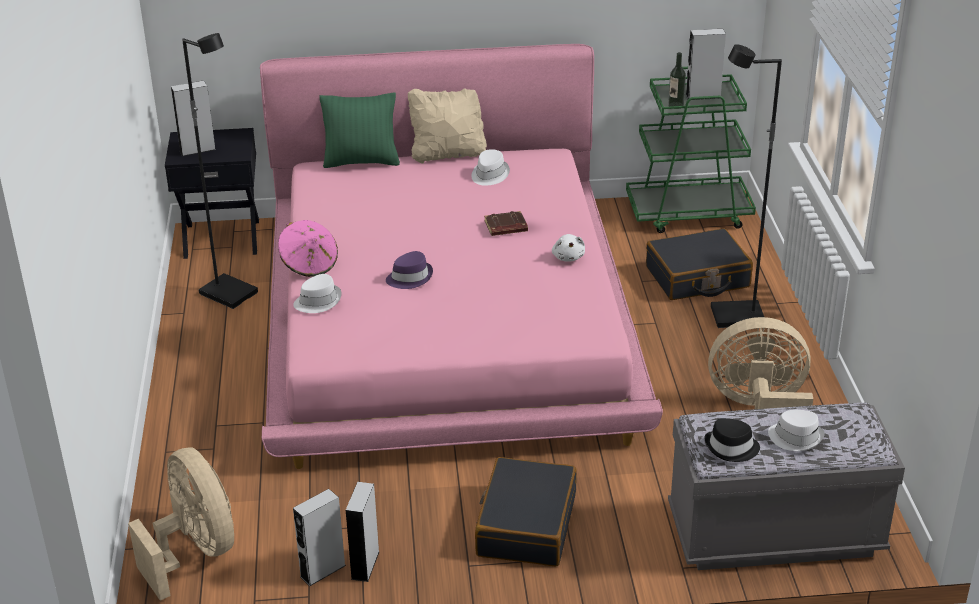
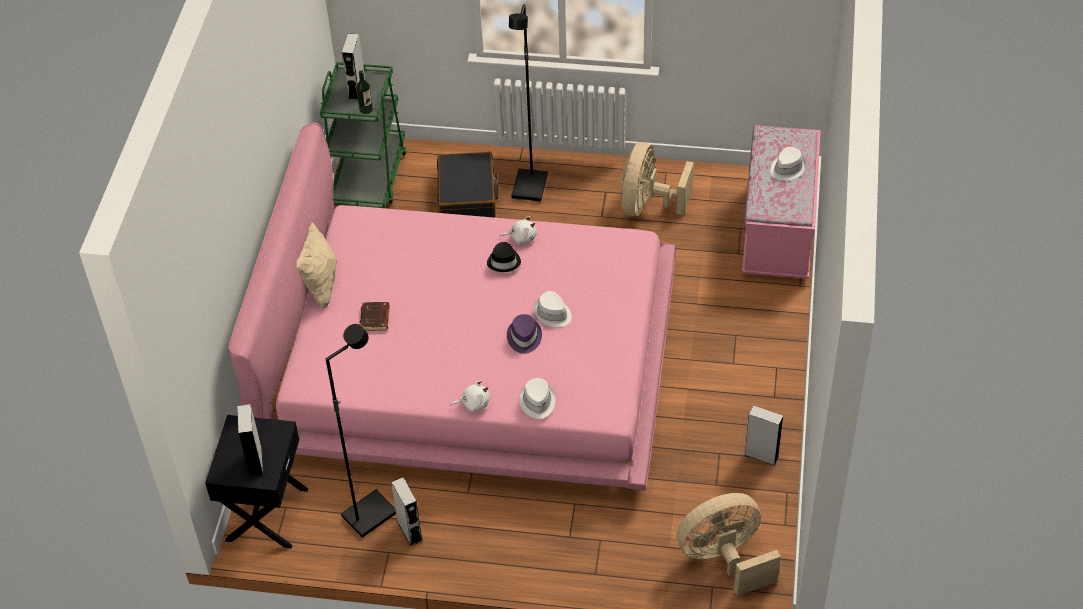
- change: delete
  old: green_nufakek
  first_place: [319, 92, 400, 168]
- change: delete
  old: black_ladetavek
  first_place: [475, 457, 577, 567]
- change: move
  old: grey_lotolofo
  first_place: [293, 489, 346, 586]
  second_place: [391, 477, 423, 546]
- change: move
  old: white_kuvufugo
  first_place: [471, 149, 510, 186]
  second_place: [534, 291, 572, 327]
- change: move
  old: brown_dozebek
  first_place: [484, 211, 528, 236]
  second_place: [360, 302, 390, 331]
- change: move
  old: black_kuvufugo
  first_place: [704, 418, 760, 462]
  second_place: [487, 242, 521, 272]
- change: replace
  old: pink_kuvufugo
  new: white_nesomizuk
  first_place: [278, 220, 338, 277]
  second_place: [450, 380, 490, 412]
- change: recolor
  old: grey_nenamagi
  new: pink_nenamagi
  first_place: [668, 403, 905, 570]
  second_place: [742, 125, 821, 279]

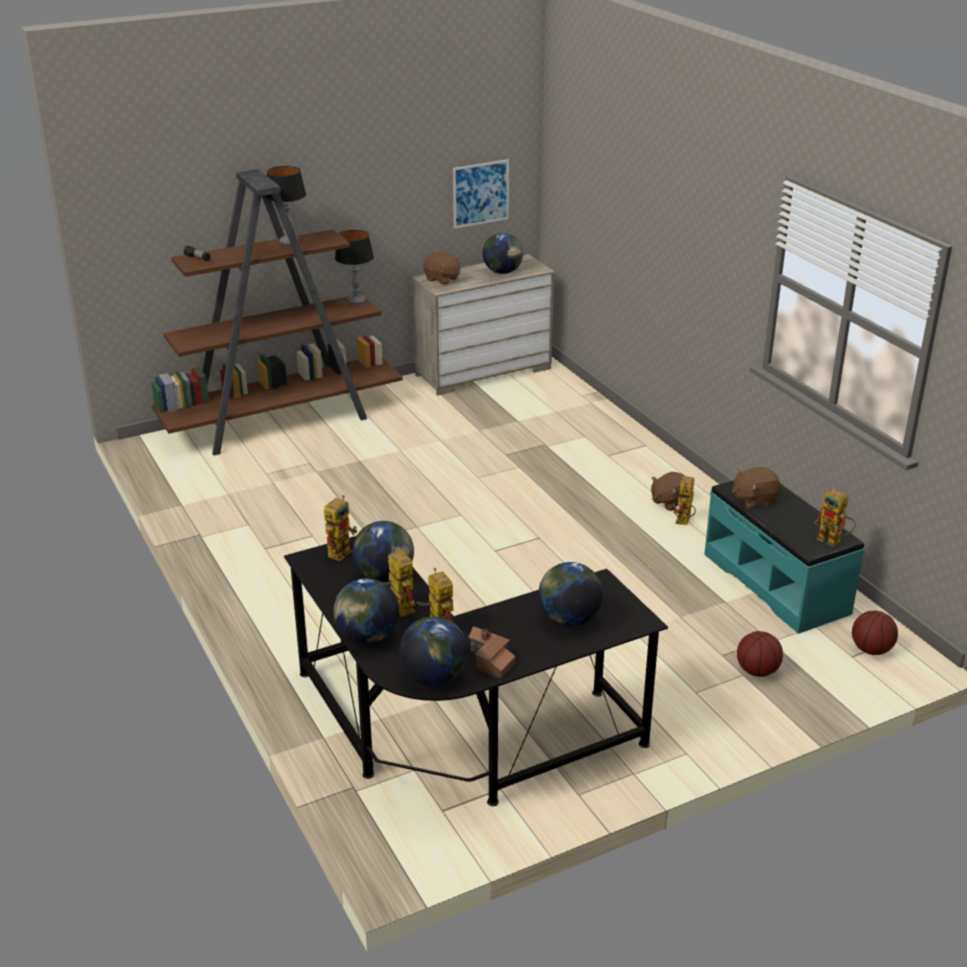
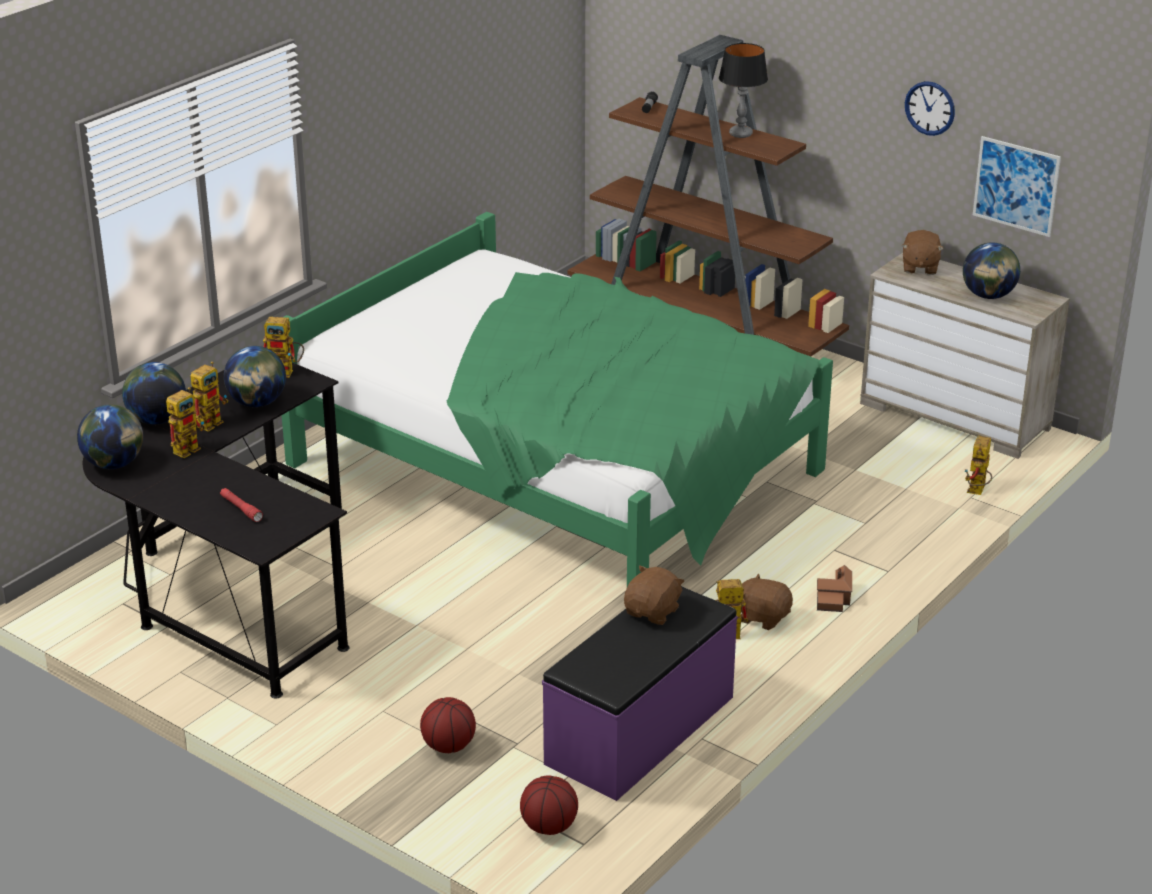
- change: delete
  old: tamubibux
  first_place: [335, 230, 374, 305]
- change: insert
  new: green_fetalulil
  second_place: [282, 212, 833, 587]
- change: insert
  new: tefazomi
  second_place: [905, 81, 955, 136]
- change: move
  old: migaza
  first_place: [469, 626, 515, 679]
  second_place: [817, 565, 852, 612]
- change: move
  old: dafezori
  first_place: [814, 488, 856, 547]
  second_place: [964, 435, 992, 495]
- change: replace
  old: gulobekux
  new: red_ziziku
  first_place: [538, 562, 603, 626]
  second_place: [220, 488, 263, 522]
- change: recolor
  old: turquoise_nenamagi
  new: purple_nenamagi
  first_place: [704, 480, 864, 634]
  second_place: [542, 586, 737, 801]
- change: rotate
  old: brown_nesomizuk
  first_place: [732, 467, 781, 509]
  second_place: [624, 566, 685, 625]
  degrees: 75

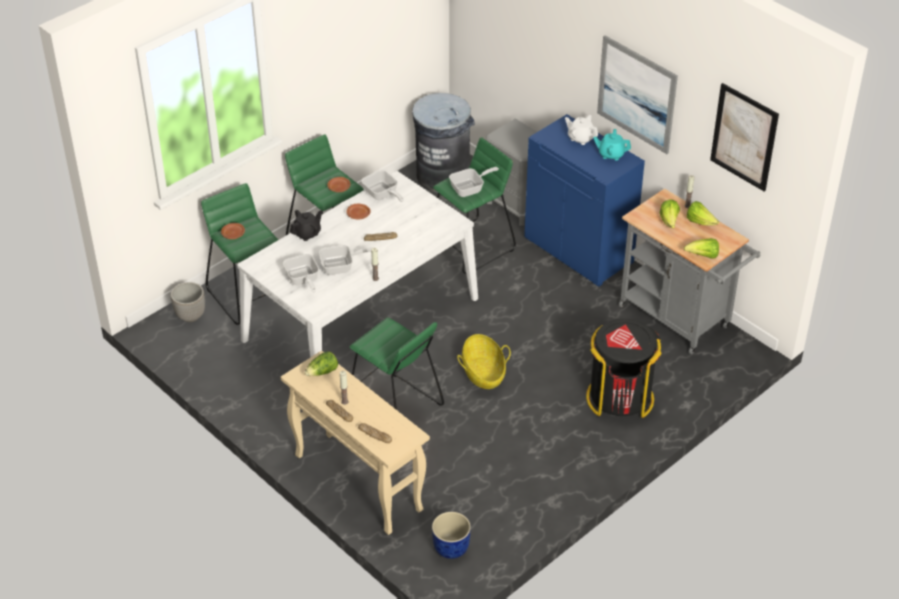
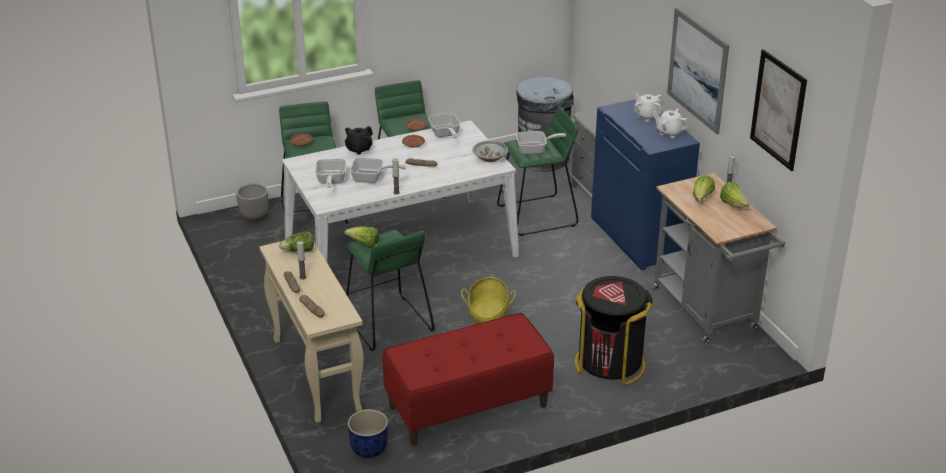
- change: insert
  new: red_nenamagi
  second_place: [382, 313, 554, 446]
- change: insert
  new: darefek
  second_place: [472, 141, 508, 162]
- change: move
  old: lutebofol
  first_place: [684, 238, 719, 259]
  second_place: [345, 226, 379, 248]
- change: recolor
  old: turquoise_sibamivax
  new: white_sibamivax
  first_place: [594, 129, 631, 160]
  second_place: [653, 109, 688, 138]
- change: rotate
  old: black_sibamivax
  first_place: [290, 210, 322, 241]
  second_place: [345, 126, 373, 155]
  degrees: 150

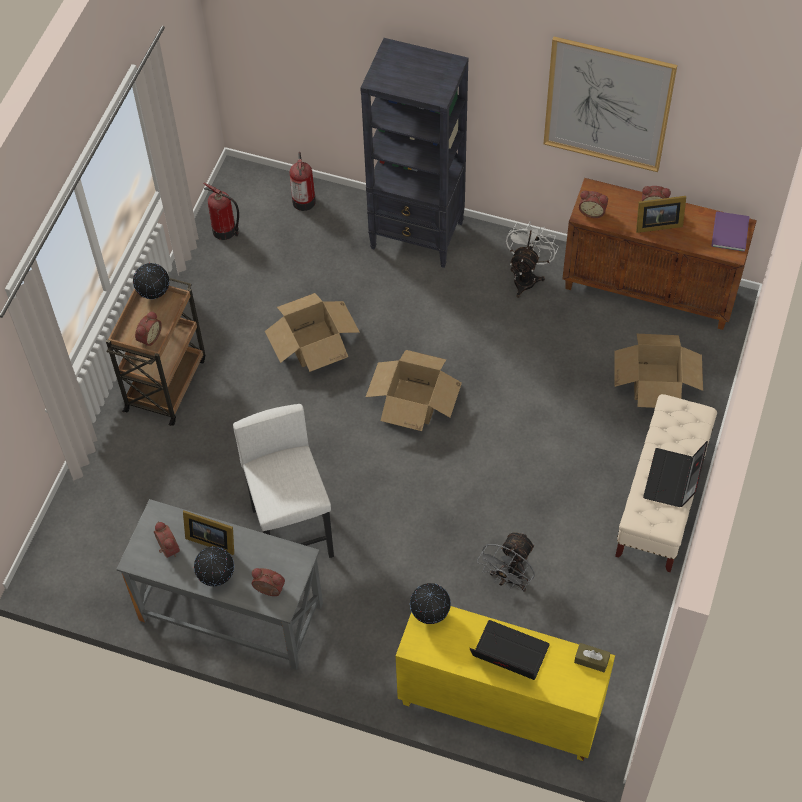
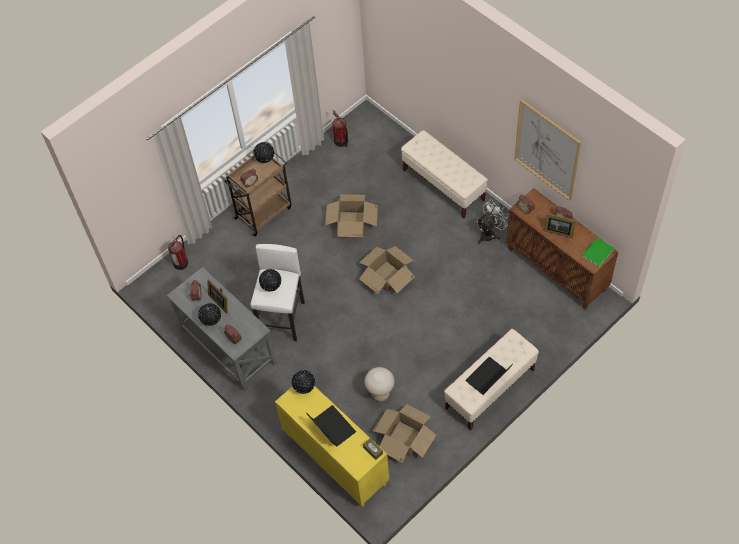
- change: insert
  new: gulobekux
  second_place: [259, 269, 281, 291]
- change: move
  old: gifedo
  first_place: [290, 152, 316, 211]
  second_place: [168, 235, 188, 270]
- change: move
  old: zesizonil
  first_place: [614, 334, 703, 408]
  second_place: [373, 404, 436, 463]
- change: replace
  old: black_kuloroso
  new: beige_nenamagi
  first_place: [360, 38, 469, 268]
  second_place: [401, 130, 488, 219]
- change: replace
  old: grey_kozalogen
  new: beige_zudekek
  first_place: [477, 532, 535, 592]
  second_place: [364, 367, 395, 402]
- change: recolor
  old: purple_dozebek
  new: green_dozebek
  first_place: [711, 211, 750, 252]
  second_place: [582, 238, 614, 267]

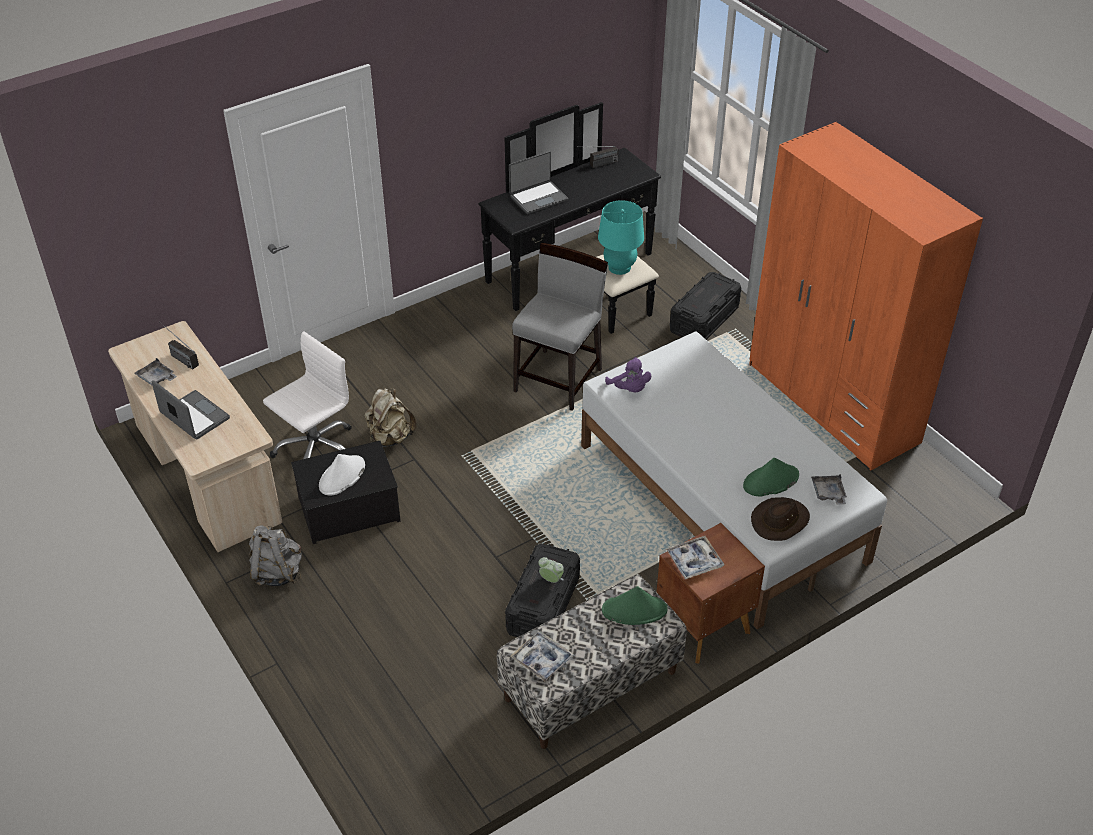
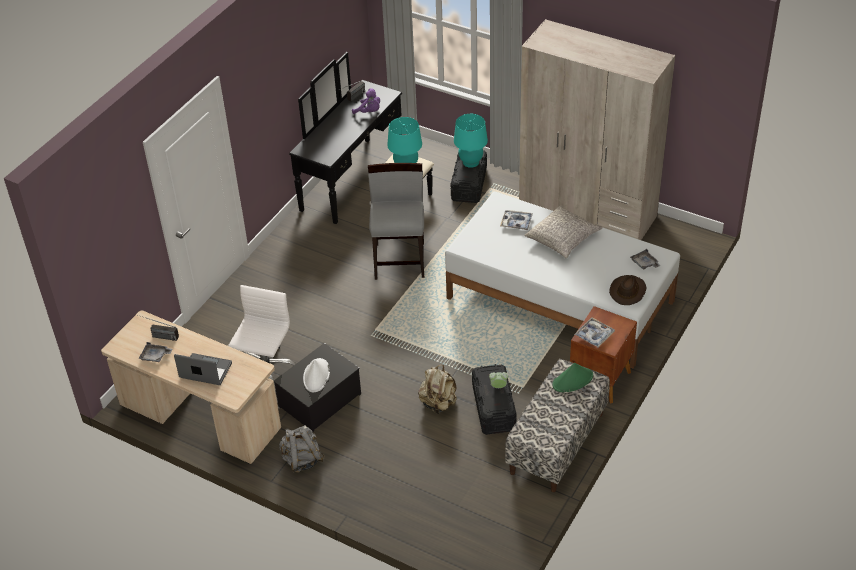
- change: delete
  old: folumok
  first_place: [509, 151, 568, 214]
- change: delete
  old: green_kuvufugo
  first_place: [743, 458, 799, 497]
- change: insert
  new: turquoise_tamubibux
  second_place: [454, 114, 488, 168]
- change: insert
  new: grey_nufakek
  second_place: [524, 205, 602, 258]
- change: move
  old: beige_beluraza
  first_place: [364, 388, 416, 447]
  second_place: [418, 365, 457, 414]
- change: move
  old: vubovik
  first_place: [510, 631, 574, 682]
  second_place: [500, 210, 533, 230]
- change: move
  old: purple_nesomizuk
  first_place: [605, 357, 651, 392]
  second_place: [352, 89, 380, 114]
- change: recolor
  old: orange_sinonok
  new: beige_sinonok
  first_place: [749, 122, 983, 471]
  second_place: [519, 19, 675, 240]

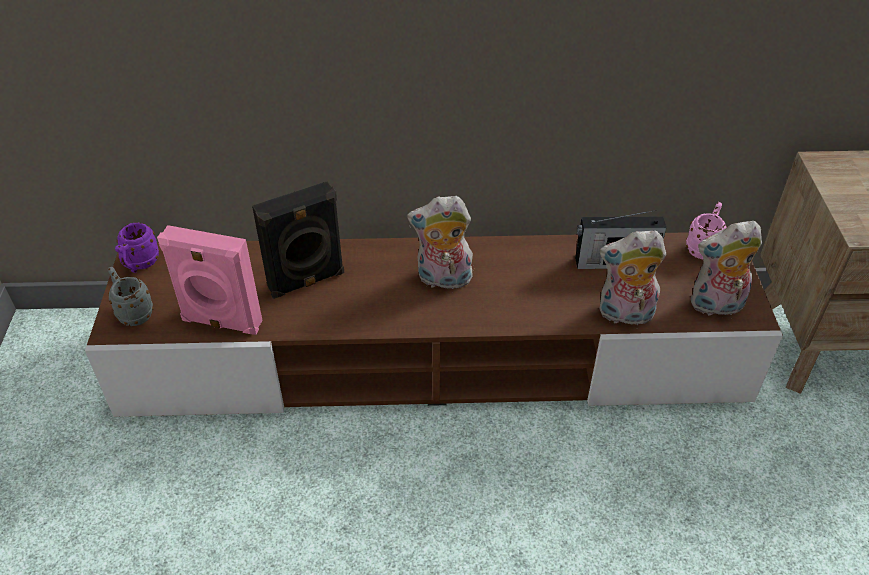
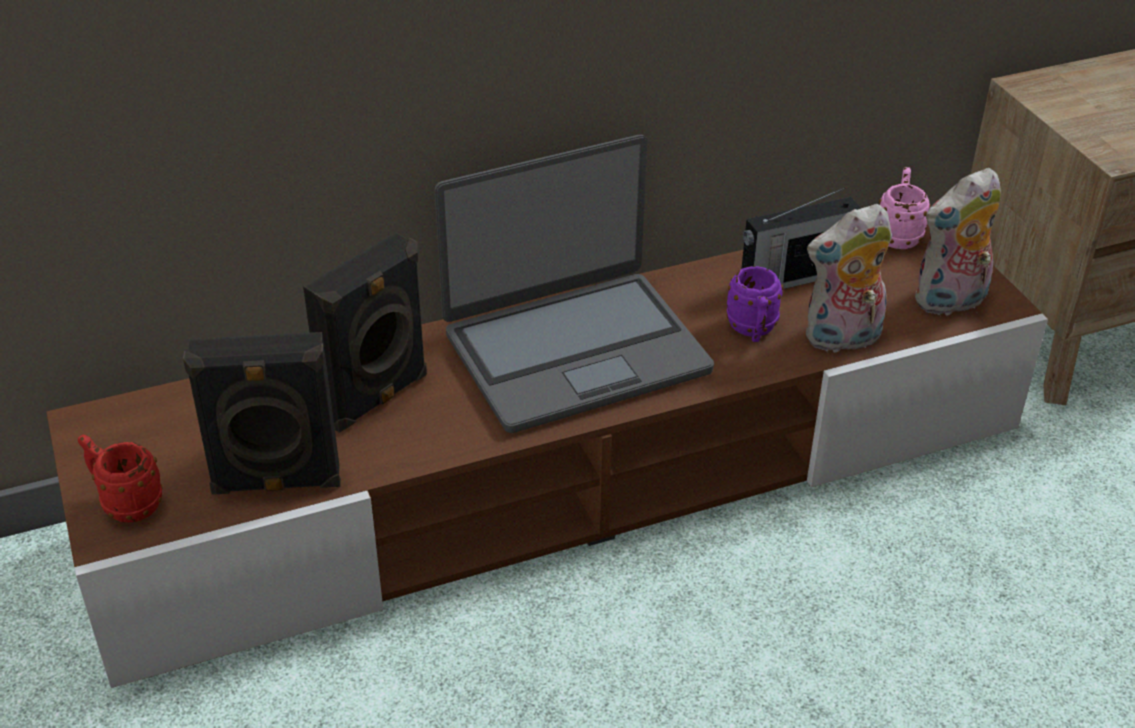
- change: move
  old: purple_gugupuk
  first_place: [115, 222, 159, 273]
  second_place: [727, 266, 783, 342]
- change: replace
  old: nesomizuk
  new: folumok
  first_place: [407, 196, 474, 289]
  second_place: [435, 135, 714, 433]
- change: recolor
  old: grey_gugupuk
  new: red_gugupuk
  first_place: [108, 267, 154, 326]
  second_place: [78, 435, 163, 523]
- change: recolor
  old: pink_lotolofo
  new: black_lotolofo
  first_place: [157, 225, 262, 335]
  second_place: [183, 332, 341, 495]

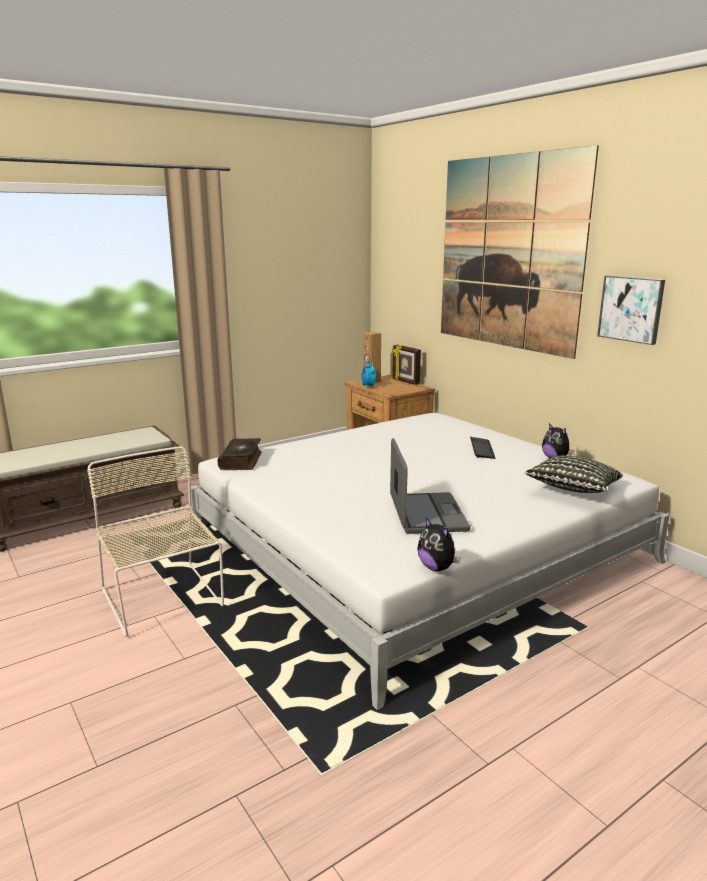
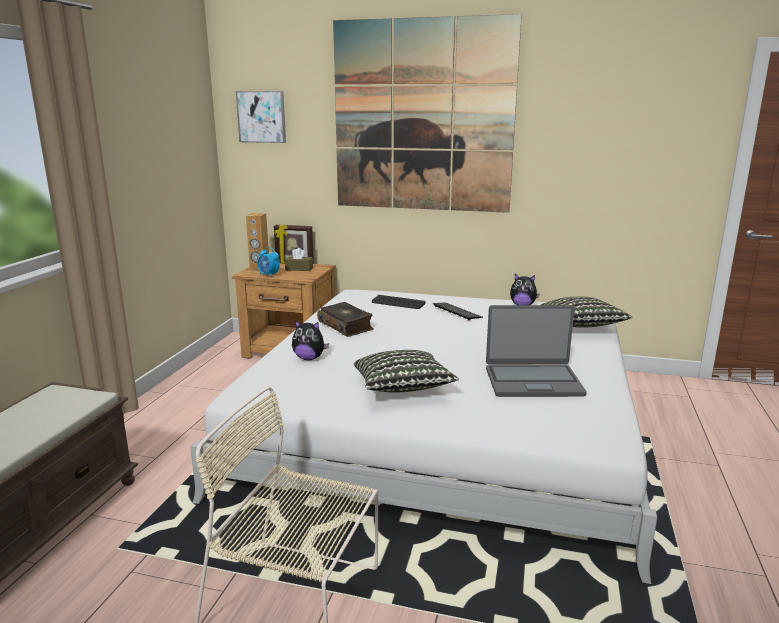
- change: insert
  new: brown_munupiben
  second_place: [285, 248, 313, 271]
- change: insert
  new: nufakek
  second_place: [354, 350, 459, 393]
- change: insert
  new: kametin
  second_place: [372, 295, 425, 309]
- change: move
  old: dozebek
  first_place: [217, 438, 262, 470]
  second_place: [317, 302, 374, 337]
- change: move
  old: nesomizuk
  first_place: [417, 518, 462, 571]
  second_place: [292, 320, 329, 360]
- change: move
  old: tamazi
  first_place: [597, 275, 665, 345]
  second_place: [236, 91, 286, 143]
- change: rotate
  old: folumok
  first_place: [390, 438, 470, 534]
  second_place: [486, 305, 587, 397]
  degrees: 135

